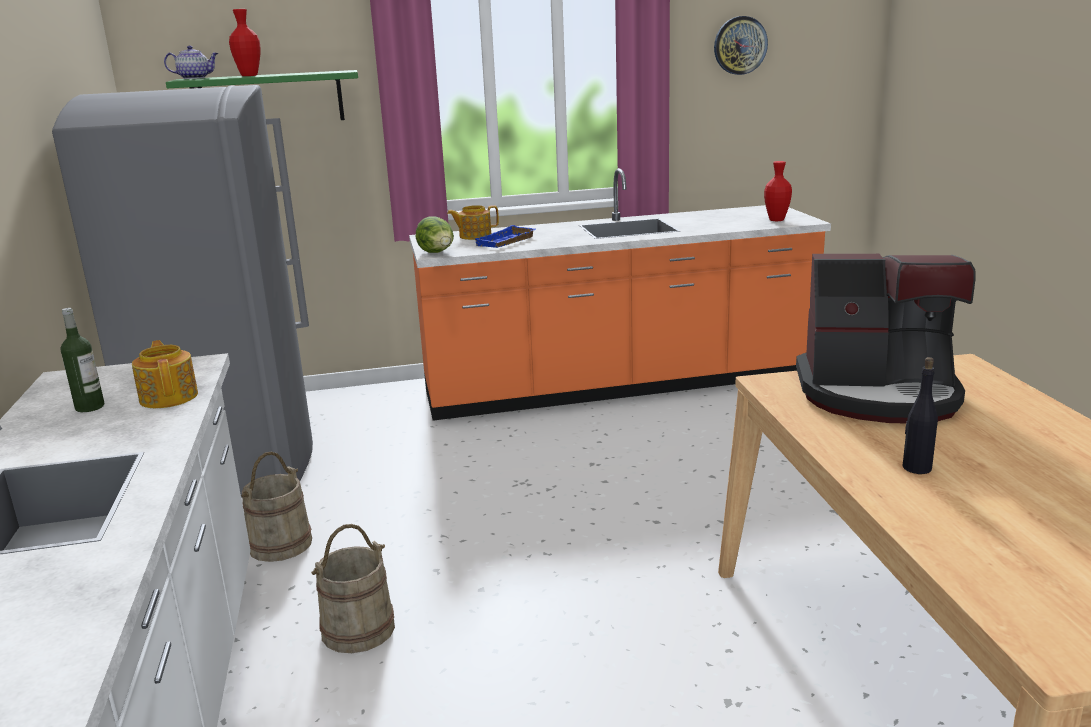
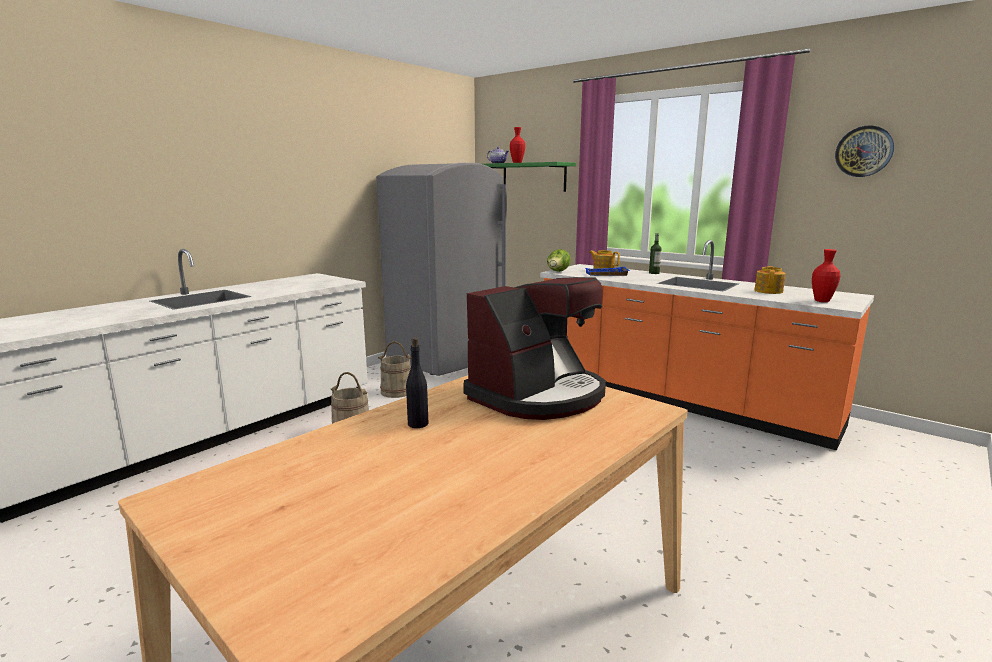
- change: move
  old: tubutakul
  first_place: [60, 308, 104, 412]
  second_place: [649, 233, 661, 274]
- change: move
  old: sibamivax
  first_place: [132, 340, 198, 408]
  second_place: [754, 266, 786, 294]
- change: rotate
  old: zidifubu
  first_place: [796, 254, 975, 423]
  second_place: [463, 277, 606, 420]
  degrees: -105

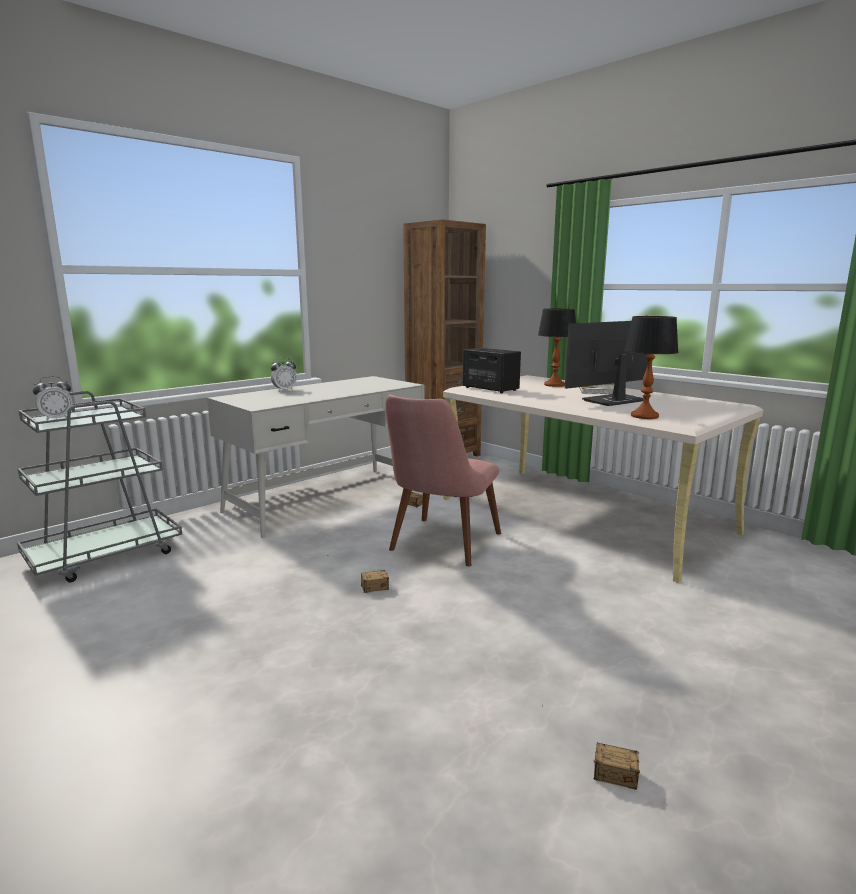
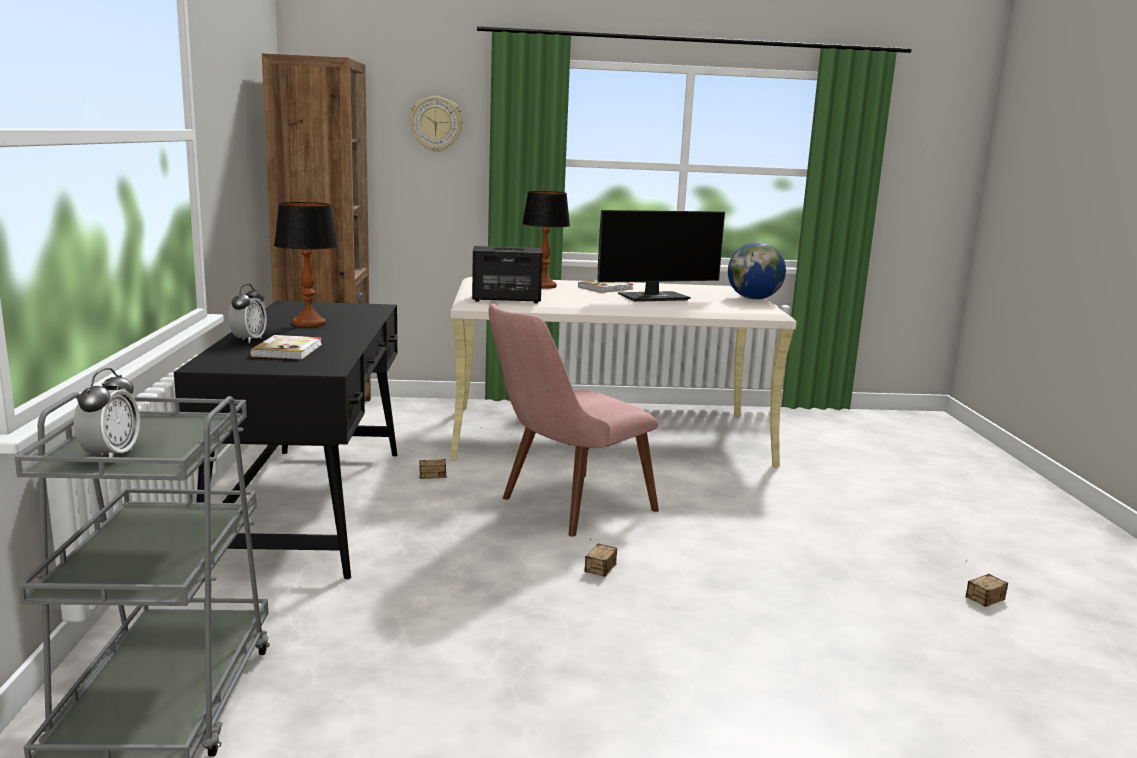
- change: insert
  new: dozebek
  second_place: [250, 335, 322, 360]
- change: insert
  new: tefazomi
  second_place: [409, 96, 463, 152]
- change: insert
  new: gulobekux
  second_place: [728, 242, 786, 300]
- change: move
  old: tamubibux
  first_place: [624, 316, 679, 419]
  second_place: [274, 202, 338, 327]
- change: recolor
  old: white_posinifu
  new: black_posinifu
  first_place: [207, 376, 424, 538]
  second_place: [174, 301, 398, 579]
- change: rotate
  old: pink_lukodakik
  first_place: [385, 395, 501, 567]
  second_place: [488, 303, 659, 537]
  degrees: 75
- change: rotate
  old: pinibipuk
  first_place: [565, 321, 648, 406]
  second_place: [598, 210, 725, 302]
  degrees: -120

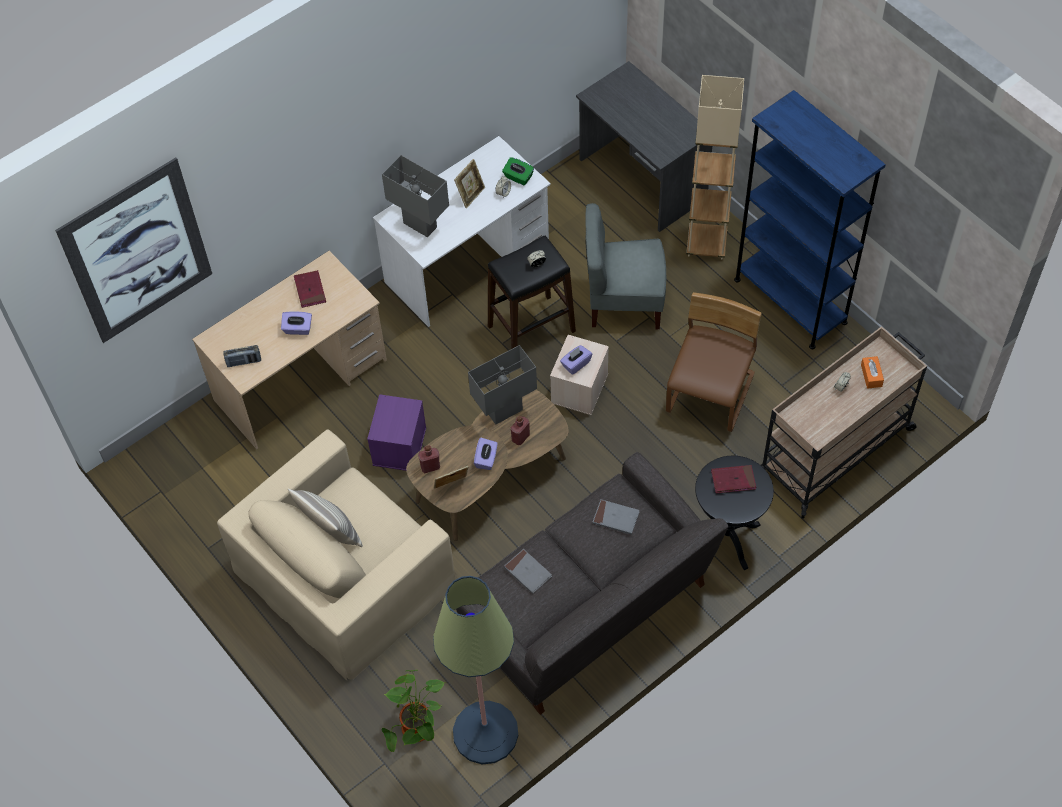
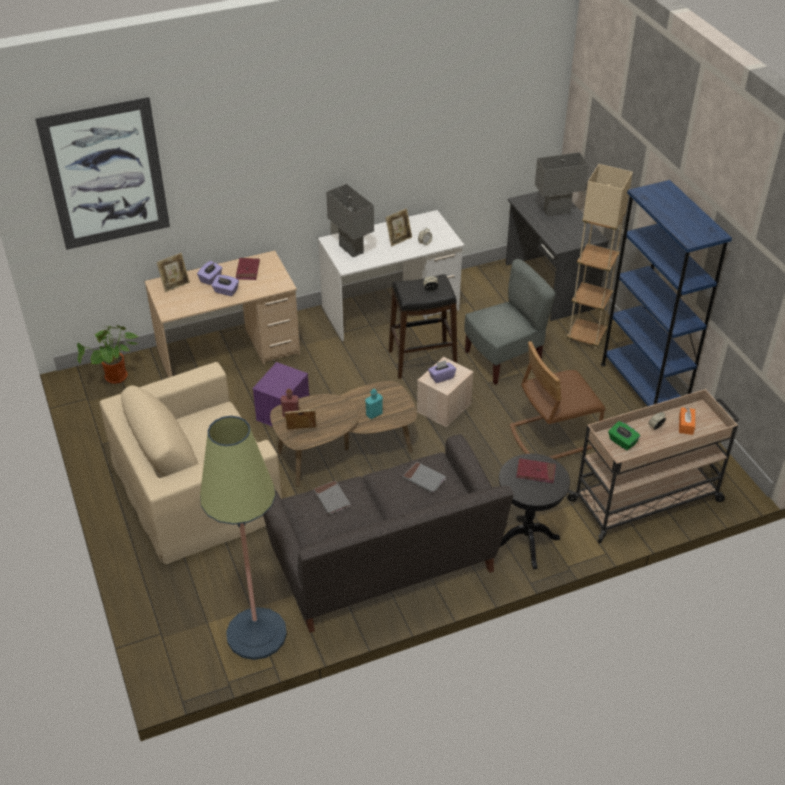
- change: delete
  old: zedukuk
  first_place: [223, 345, 261, 367]
- change: delete
  old: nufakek
  first_place: [288, 488, 363, 547]
- change: insert
  new: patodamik
  second_place: [156, 253, 190, 292]
- change: move
  old: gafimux
  first_place: [382, 670, 445, 752]
  second_place: [77, 325, 138, 384]
- change: move
  old: grey_tamubibux
  first_place: [468, 345, 537, 424]
  second_place: [535, 152, 588, 216]
- change: move
  old: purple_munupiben
  first_place: [474, 437, 498, 470]
  second_place: [197, 261, 222, 285]
- change: move
  old: green_munupiben
  first_place: [502, 157, 534, 185]
  second_place: [608, 421, 640, 450]
- change: recolor
  old: red_tubutakul
  new: turquoise_tubutakul
  first_place: [511, 416, 530, 445]
  second_place: [365, 389, 383, 419]
- change: rotate
  old: grey_lukodakik
  first_place: [585, 203, 666, 329]
  second_place: [465, 259, 556, 385]
  degrees: 135
- change: rotate
  old: brown_lukodakik
  first_place: [666, 292, 762, 432]
  second_place: [510, 341, 606, 459]
  degrees: -150

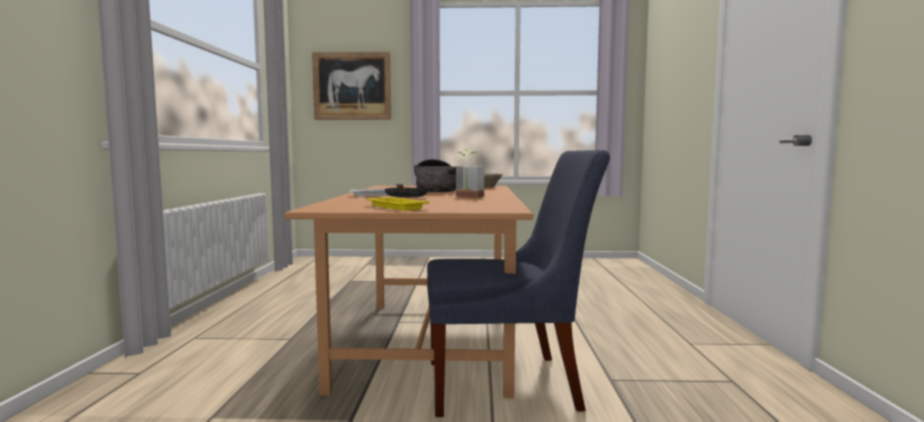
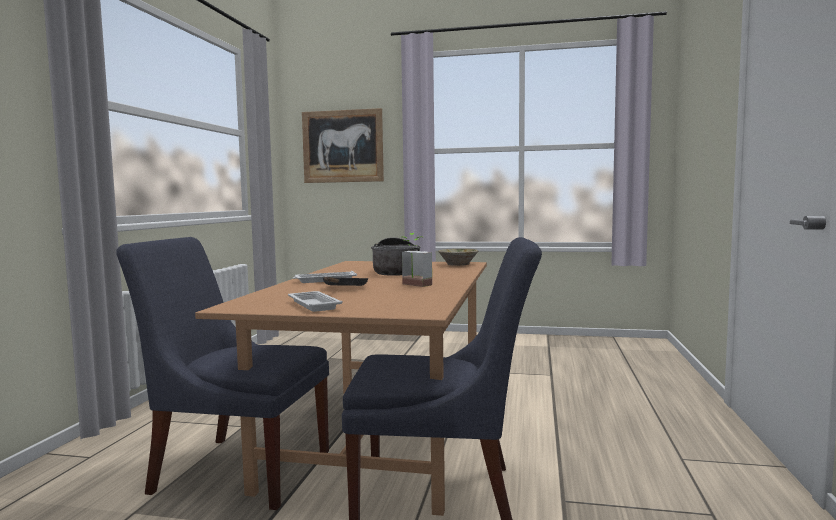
- change: insert
  new: blue_lukodakik
  second_place: [116, 237, 329, 510]
- change: recolor
  old: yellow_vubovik
  new: white_vubovik
  first_place: [367, 197, 429, 211]
  second_place: [288, 291, 342, 312]

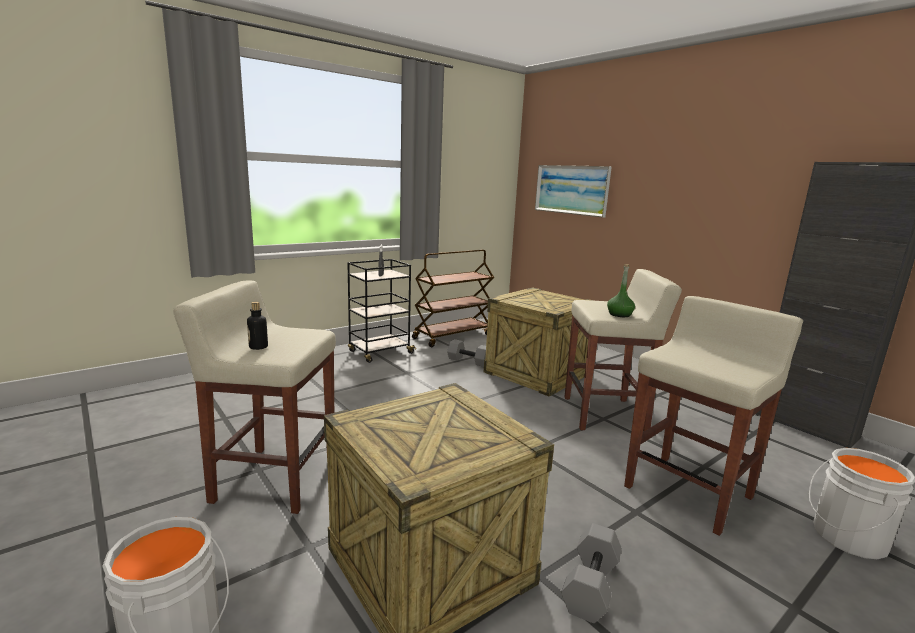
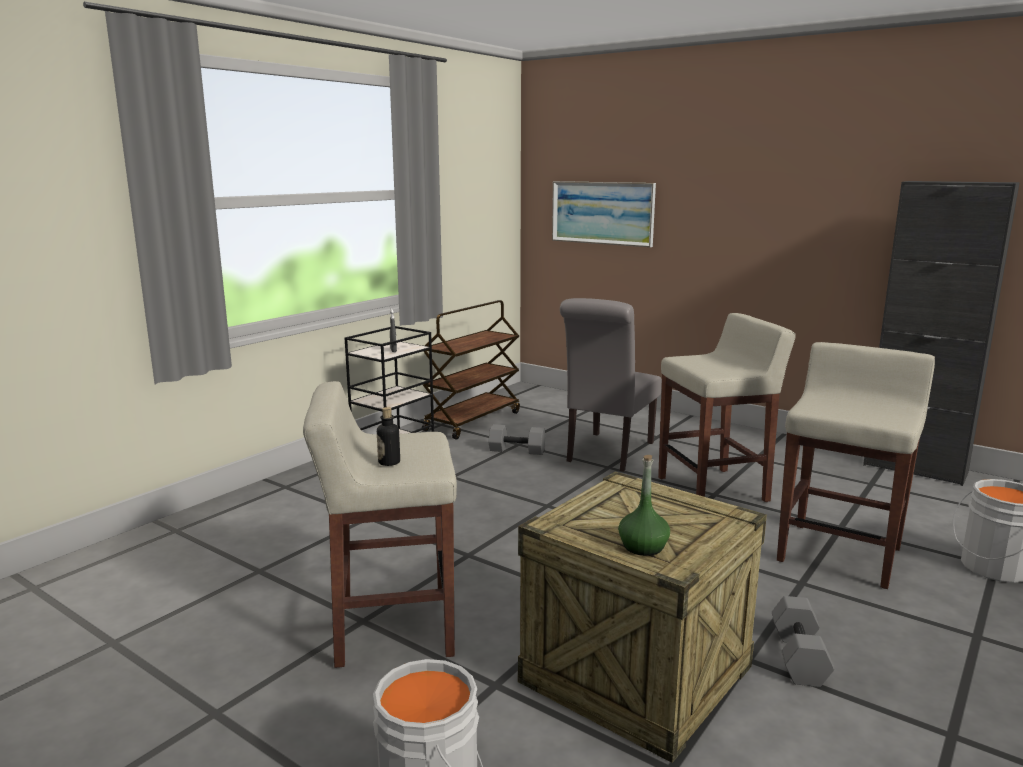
- change: move
  old: green_tubutakul
  first_place: [607, 264, 635, 317]
  second_place: [618, 455, 670, 556]
- change: replace
  old: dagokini
  new: grey_lukodakik
  first_place: [484, 287, 594, 397]
  second_place: [560, 298, 662, 472]

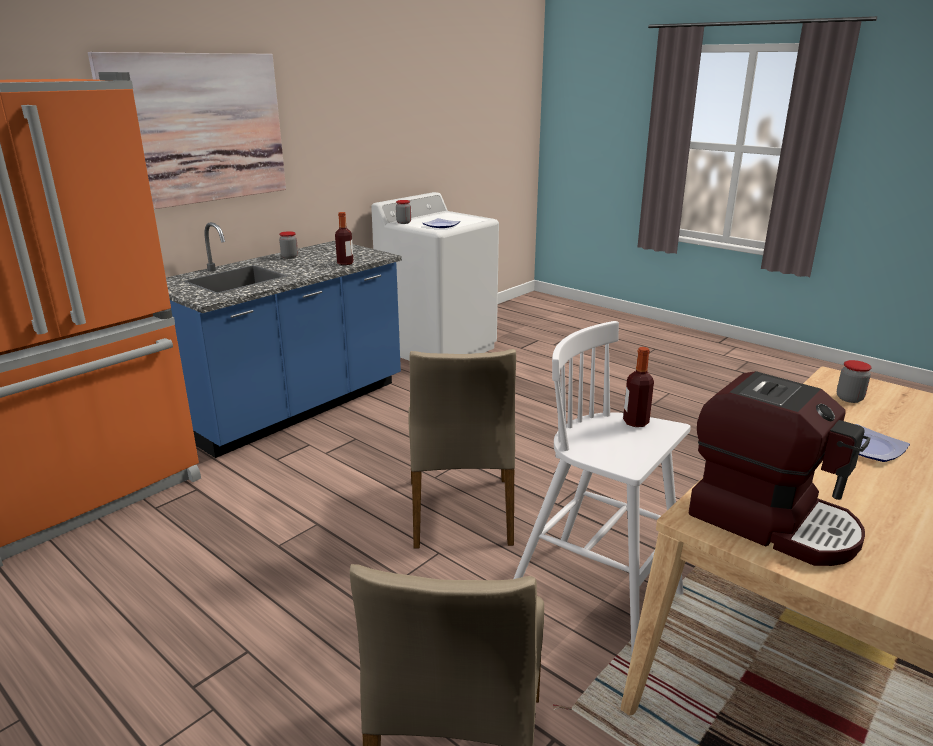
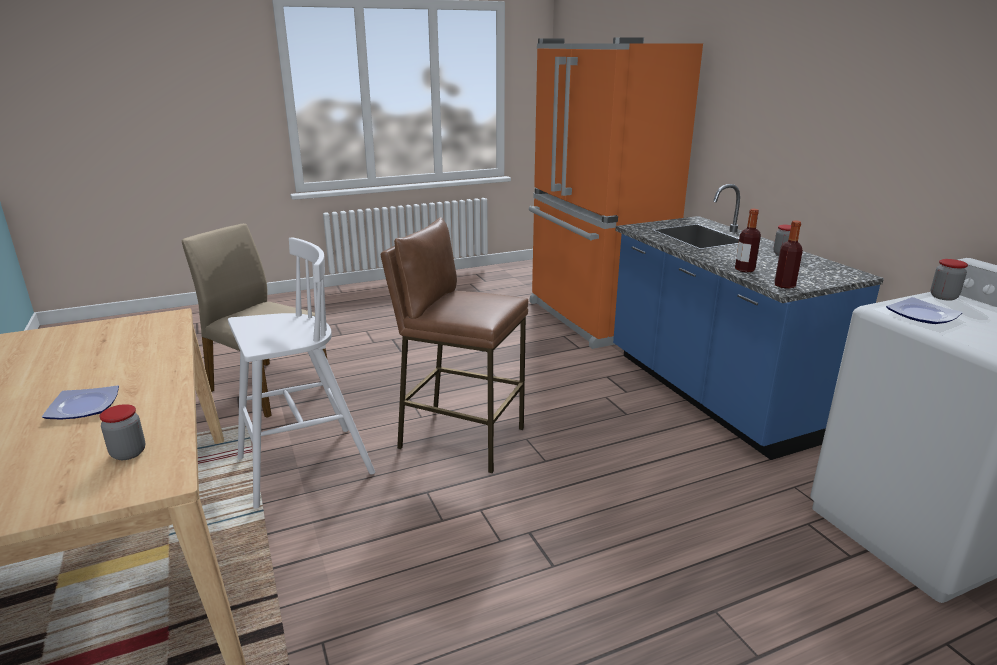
- change: delete
  old: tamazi
  first_place: [88, 52, 286, 209]
- change: delete
  old: zidifubu
  first_place: [689, 371, 870, 566]
- change: move
  old: tubutakul
  first_place: [623, 347, 654, 427]
  second_place: [774, 220, 803, 289]
- change: replace
  old: beige_lukodakik
  new: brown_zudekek
  first_place: [409, 349, 516, 549]
  second_place: [381, 217, 528, 473]

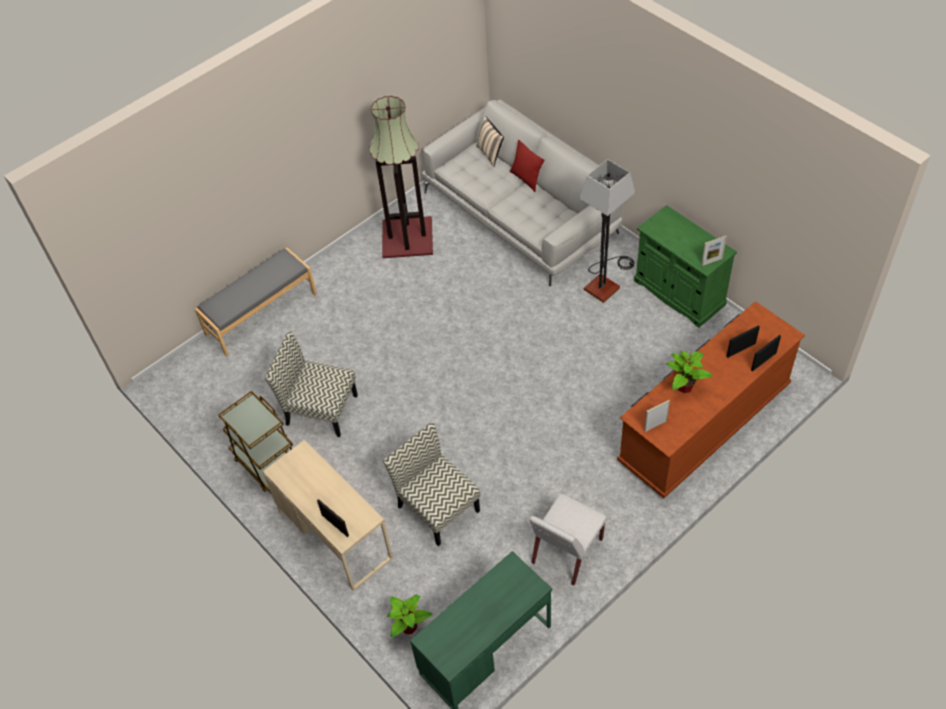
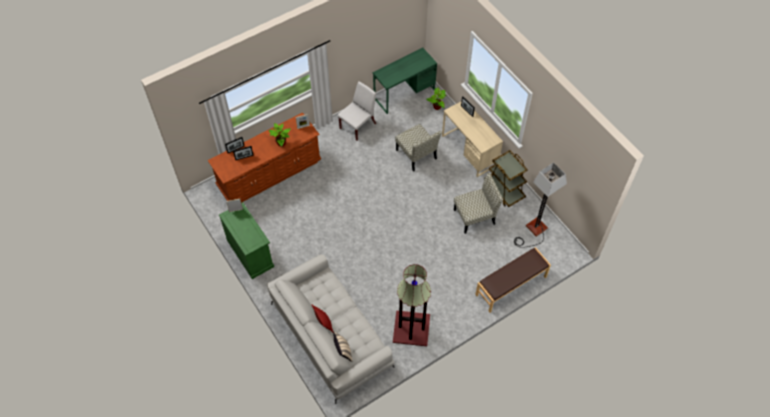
- change: move
  old: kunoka
  first_place: [579, 159, 635, 303]
  second_place: [514, 162, 567, 248]
- change: recolor
  old: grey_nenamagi
  new: brown_nenamagi
  first_place: [195, 248, 317, 356]
  second_place: [475, 247, 551, 313]
- change: rotate
  old: lukodakik
  first_place: [265, 331, 358, 437]
  second_place: [454, 173, 503, 234]
  degrees: -45

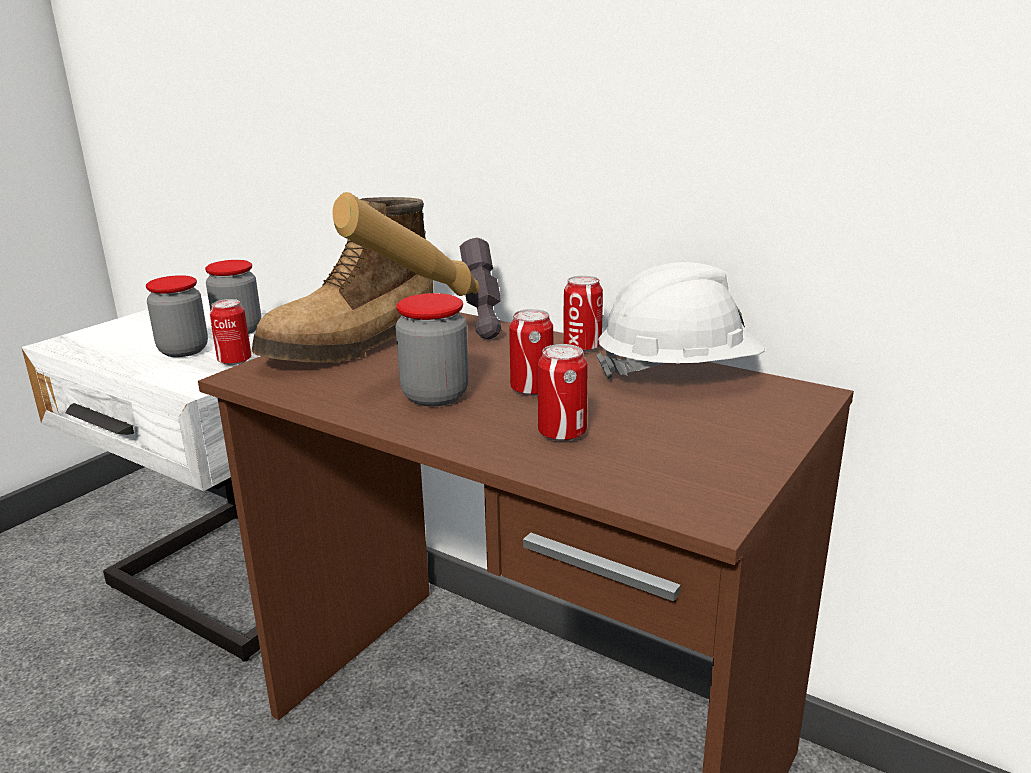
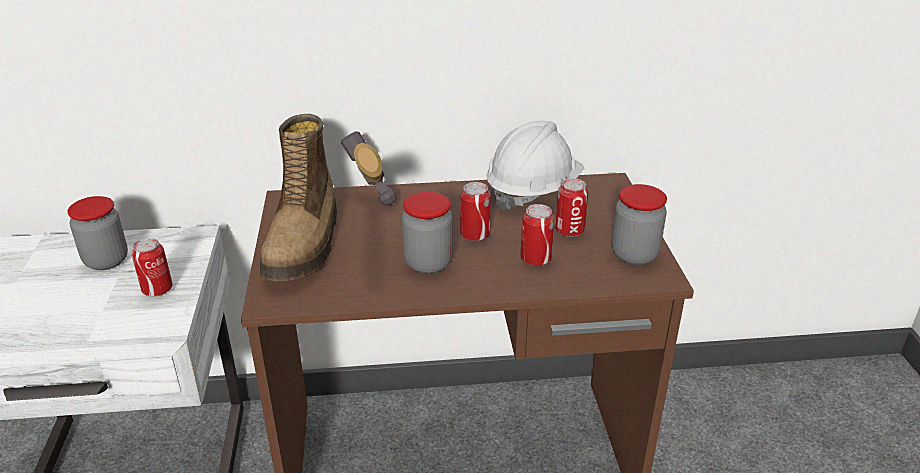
- change: move
  old: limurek
  first_place: [146, 275, 208, 357]
  second_place: [612, 184, 667, 265]
- change: move
  old: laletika
  first_place: [563, 276, 603, 352]
  second_place: [555, 178, 588, 237]

